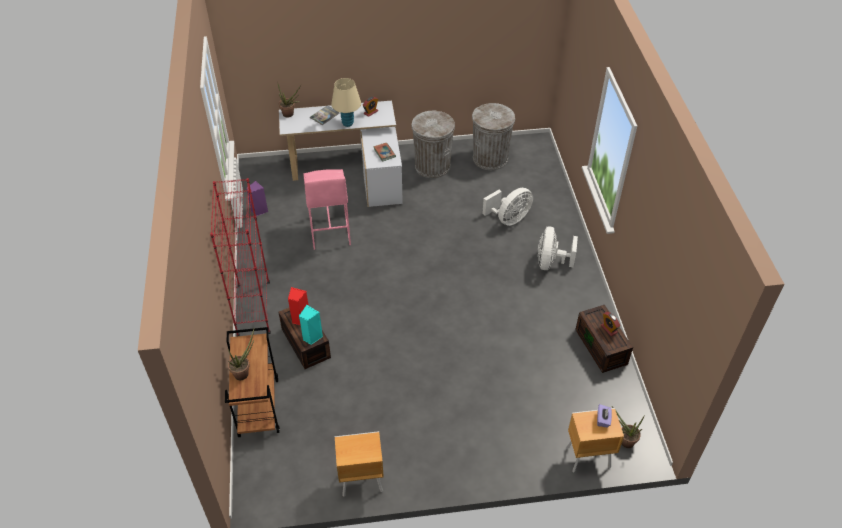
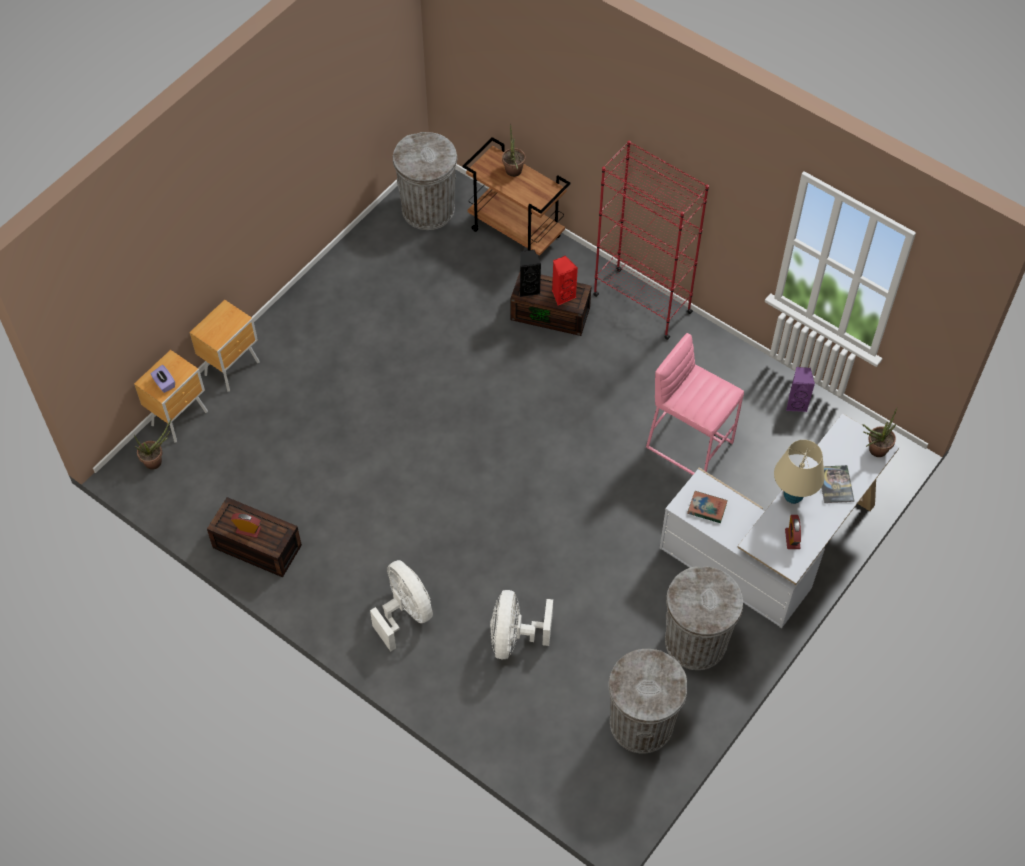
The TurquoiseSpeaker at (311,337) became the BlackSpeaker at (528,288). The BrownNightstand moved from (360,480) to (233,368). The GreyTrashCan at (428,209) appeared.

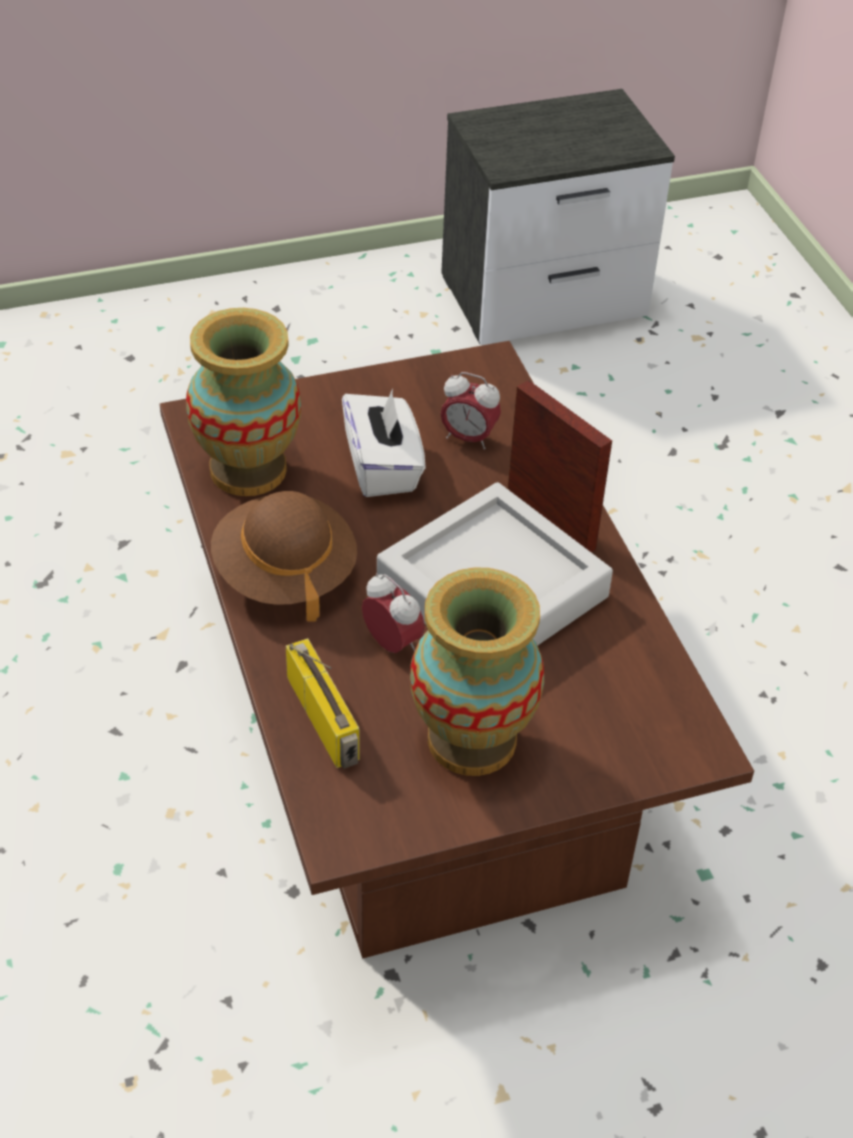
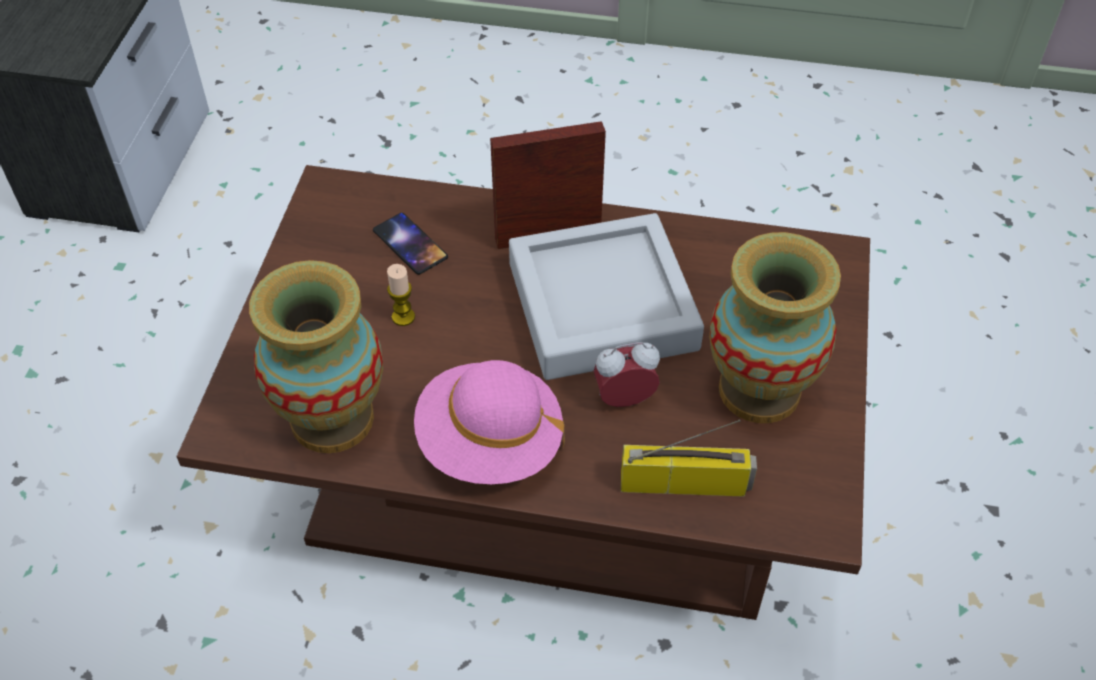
The BrownHat at (284,573) became the PinkHat at (490,443). The WhiteTissueBox at (383,467) was replaced by the Candle at (403,317). The AlarmClock at (468,438) was replaced by the Phone at (410,244).

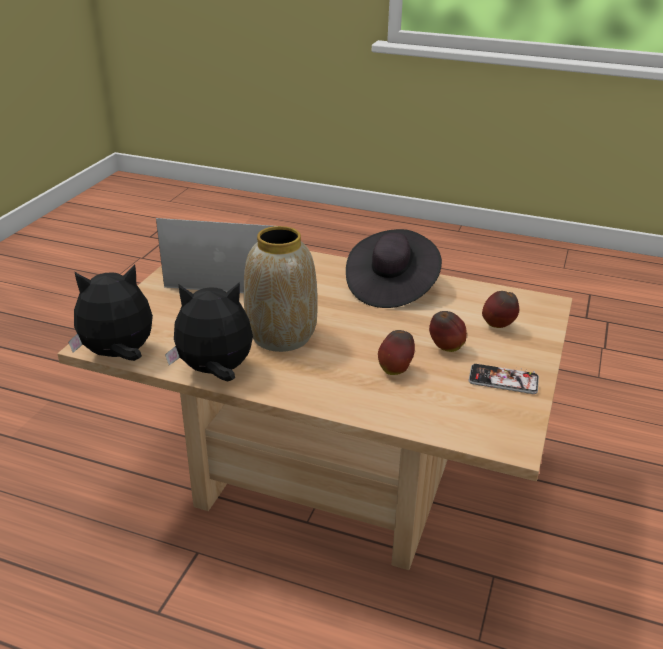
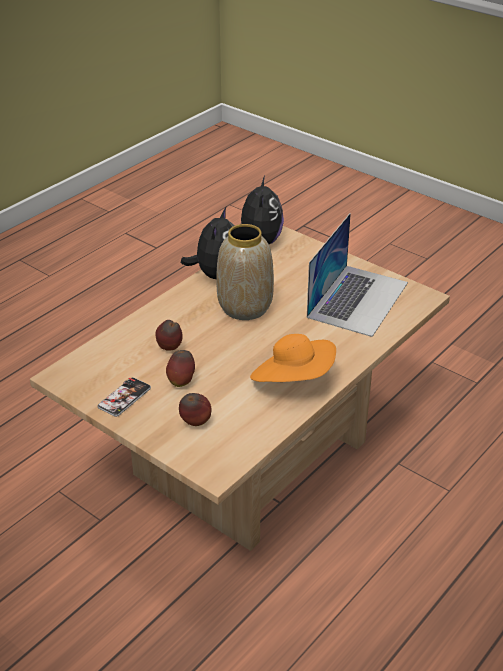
The BlackHat at (391,287) became the OrangeHat at (293,380).

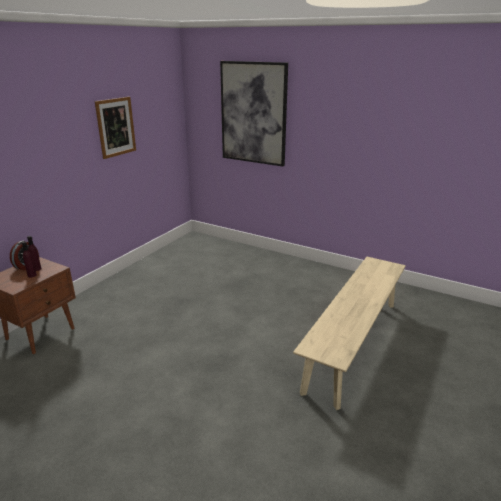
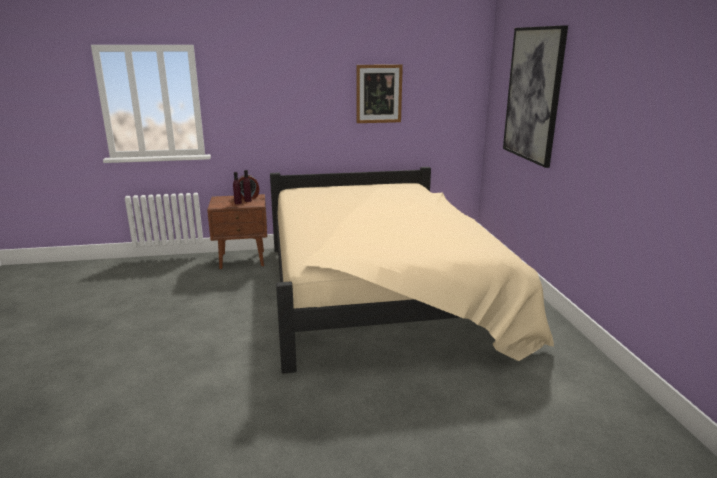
The BeigeBench at (353,344) disappeared. The BeigeBed at (382,293) appeared.

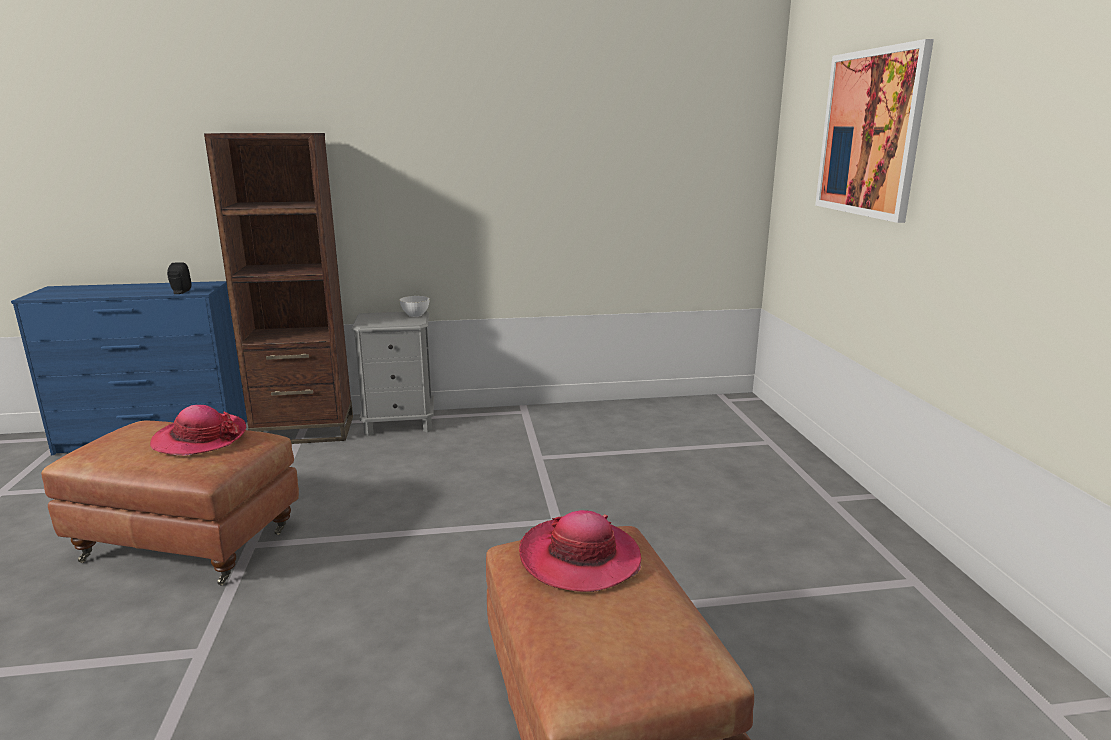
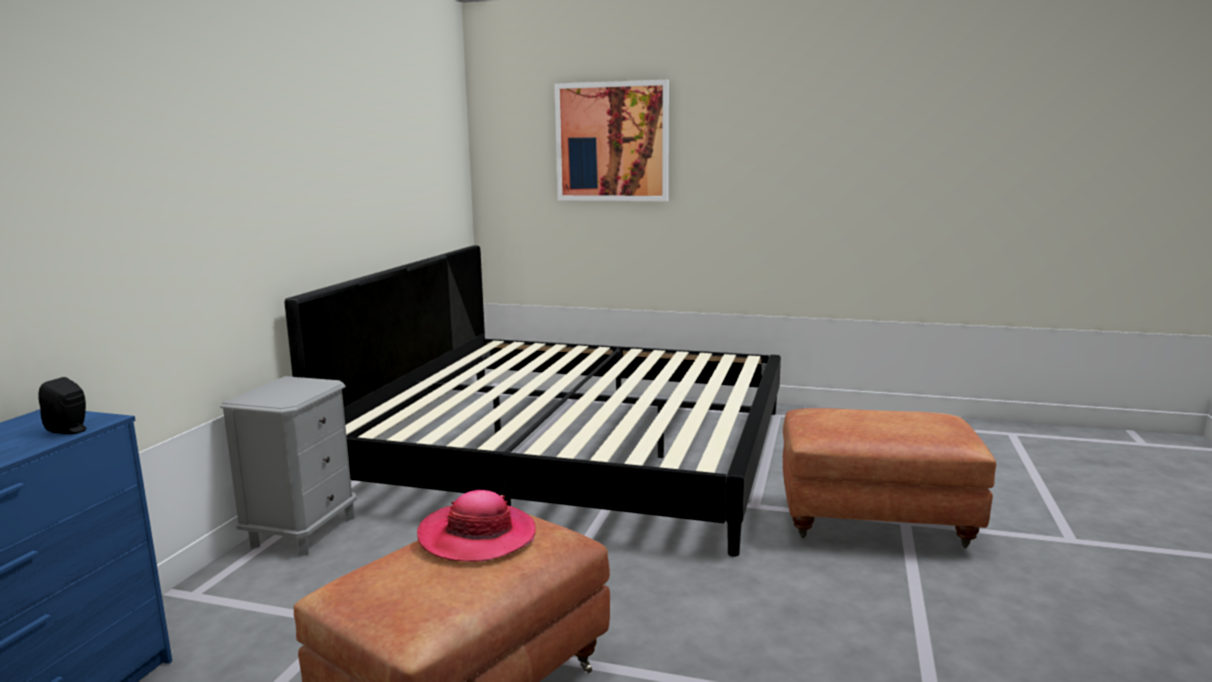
The BrownBookcase at (304,431) disappeared. The WhiteBowl at (415,315) disappeared. The Hat at (580,558) disappeared. The Bed at (574,451) appeared.

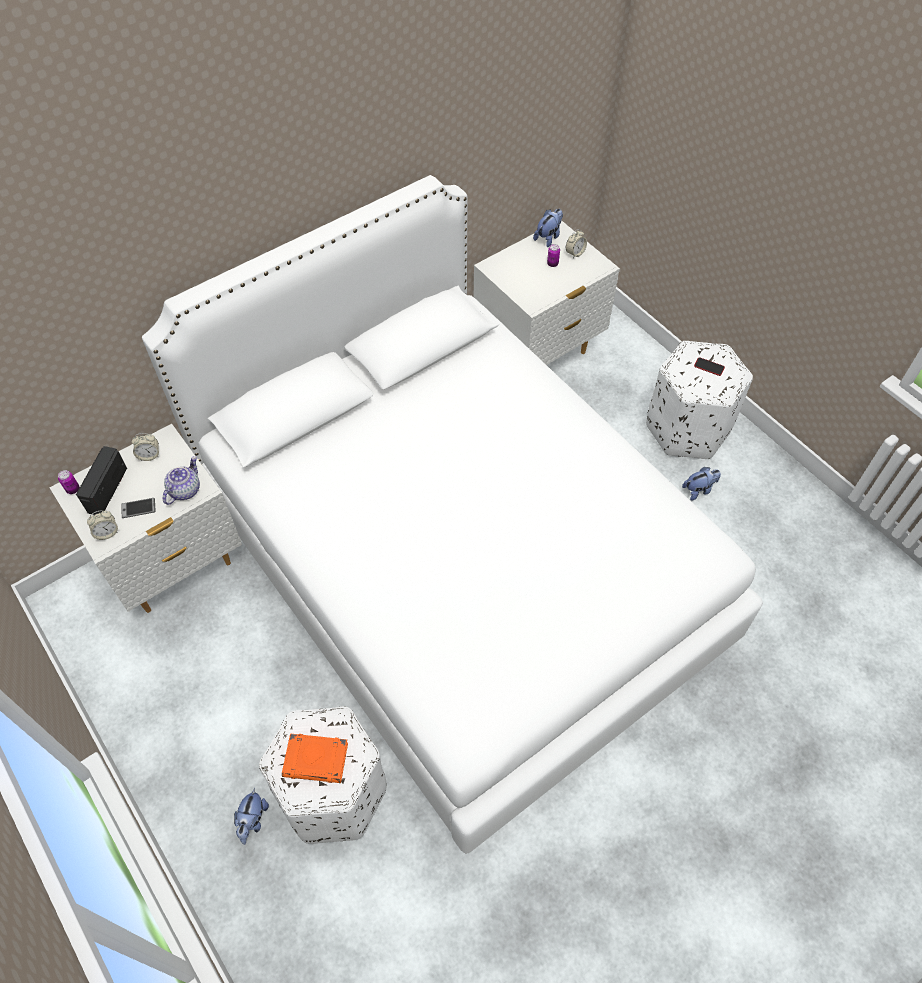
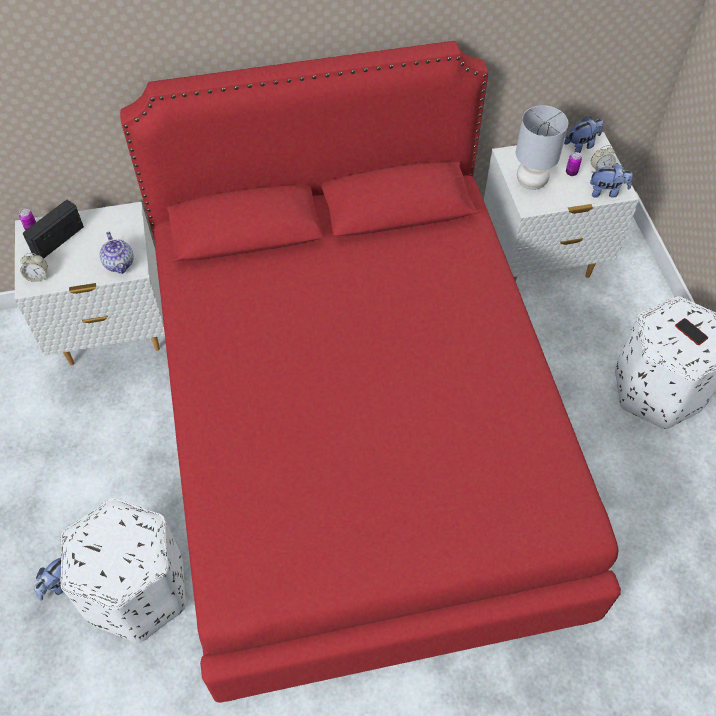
The Phone at (138,508) disappeared. The AlarmClock at (149,455) disappeared. The WhiteBed at (460,569) became the RedBed at (357,437). The Teapot at (185,490) turned 105 degrees clockwise. The OrangeBook at (316,759) disappeared. The PlushToy moved from (699,490) to (606,192). The GreyTableLamp at (531,182) appeared.

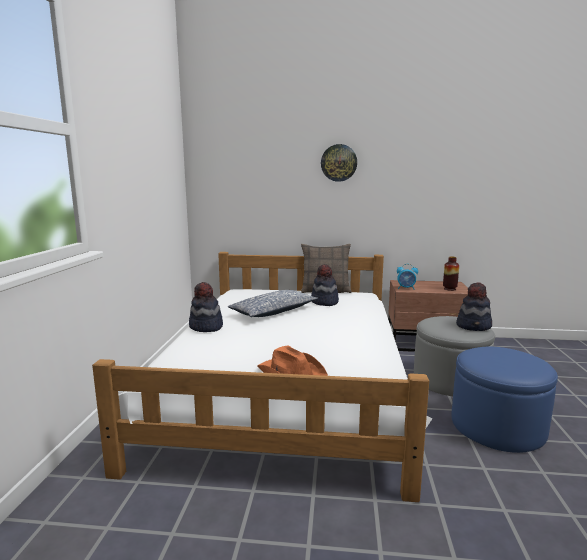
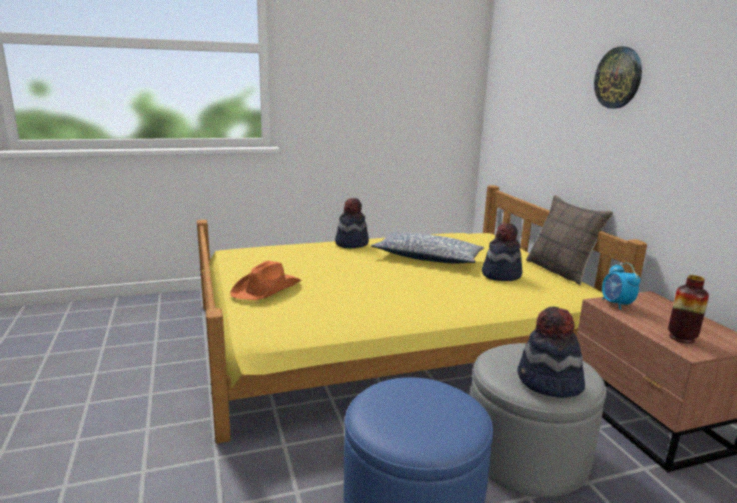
The WhiteBed at (286,384) became the YellowBed at (390,336).

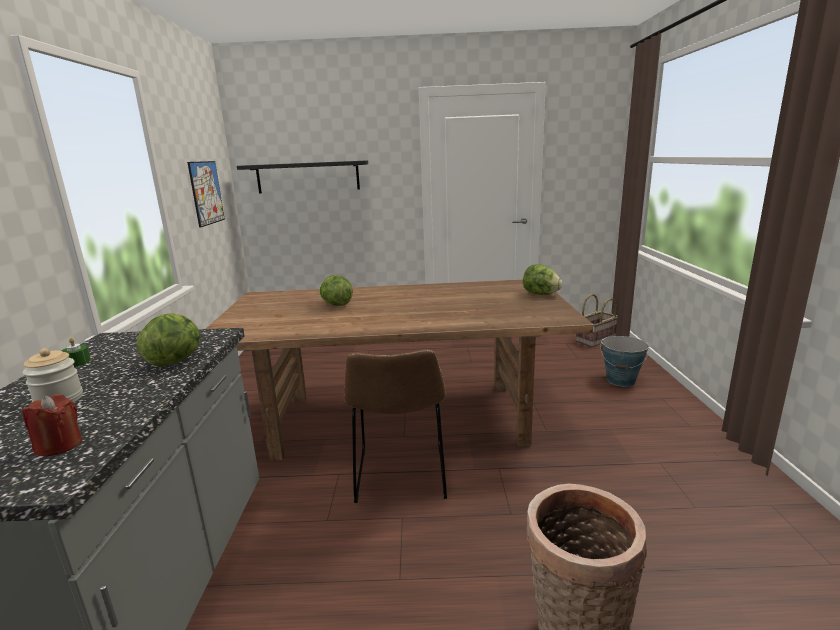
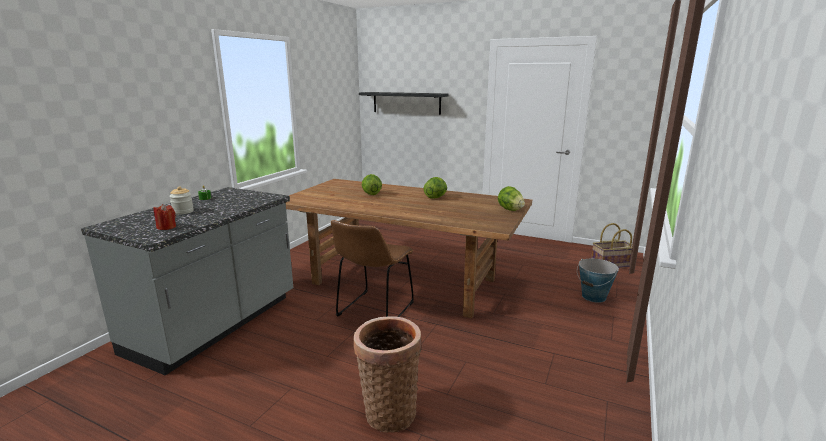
The Lettuce moved from (176,360) to (436,197). The Picture at (206,193) disappeared.

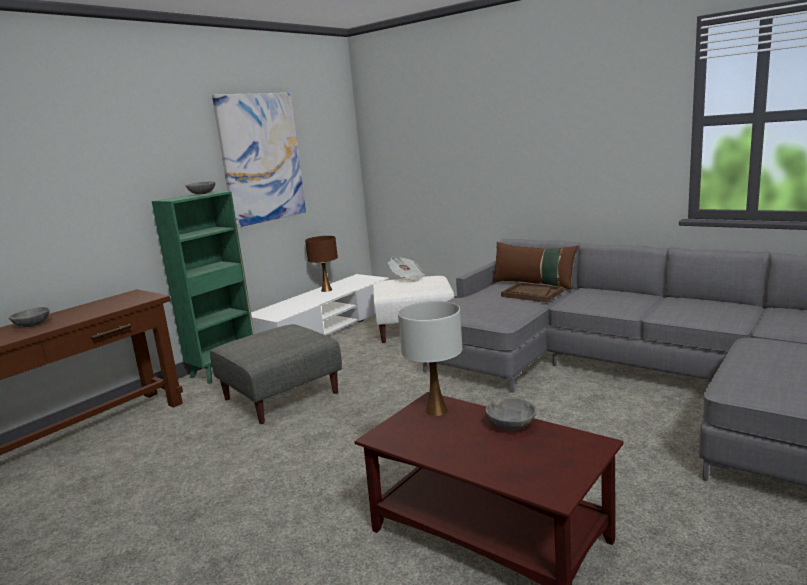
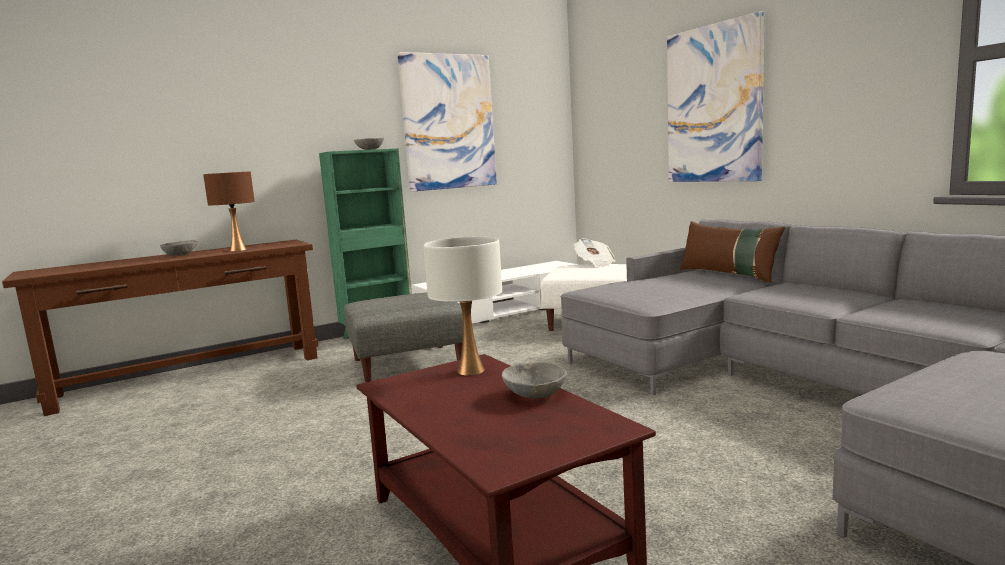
The BrownTableLamp moved from (326,290) to (238,250). The BrownTray at (532,294) disappeared. The Picture at (713,104) appeared.

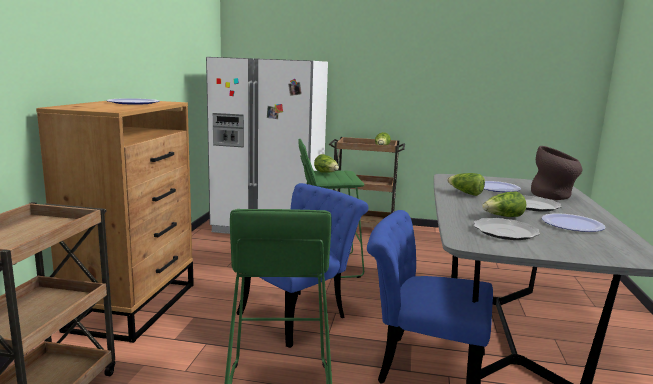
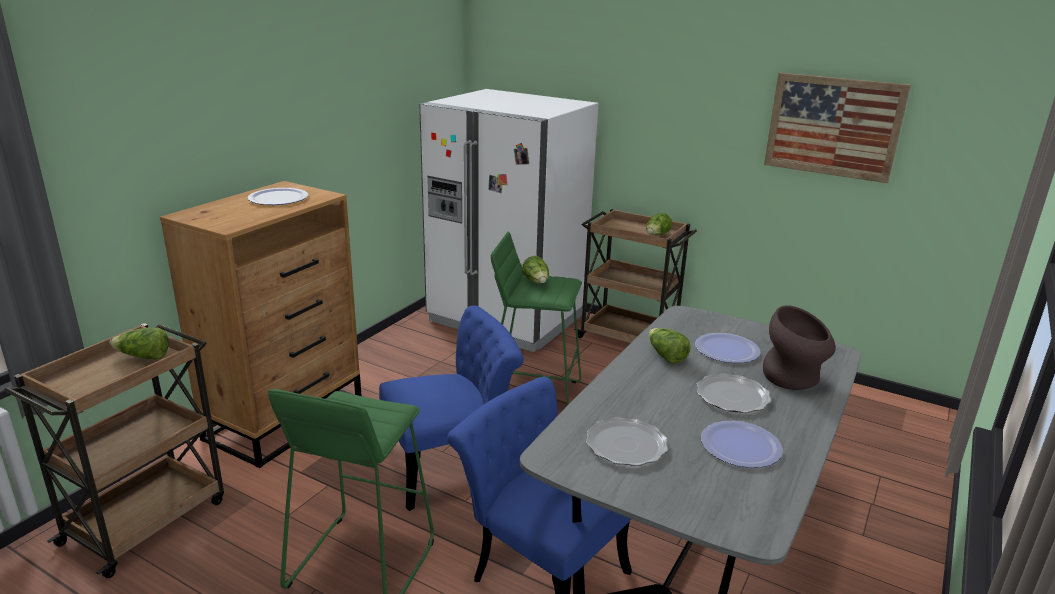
The Lettuce moved from (503,217) to (143,357). The Picture at (833,126) appeared.

